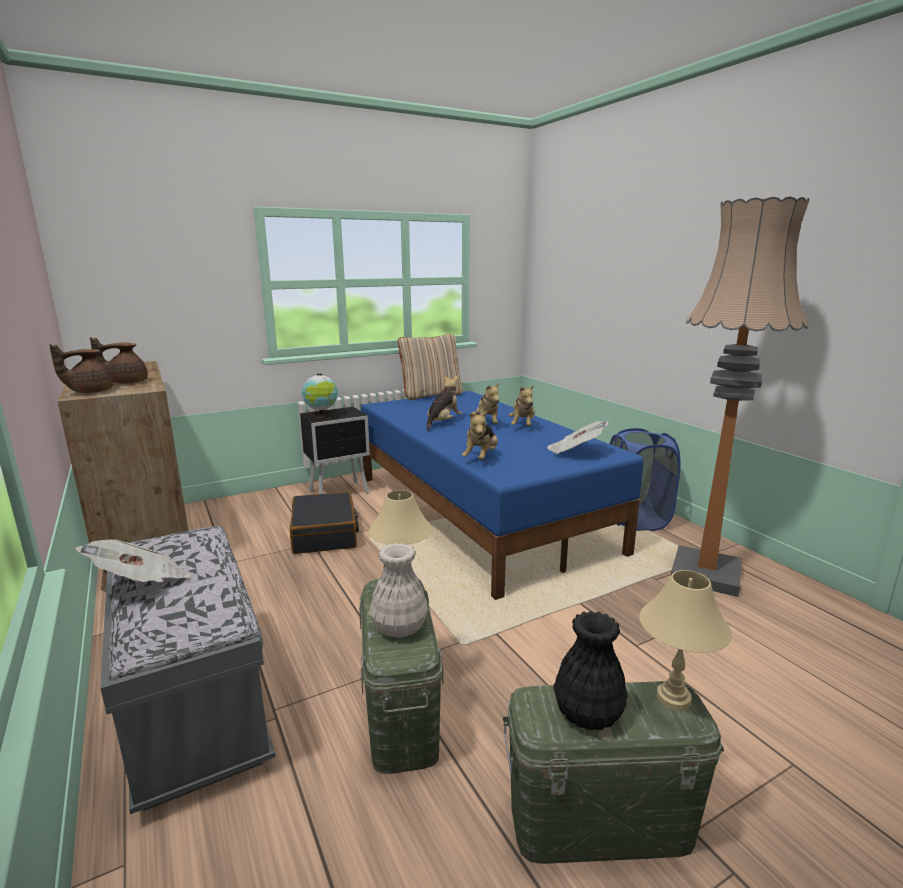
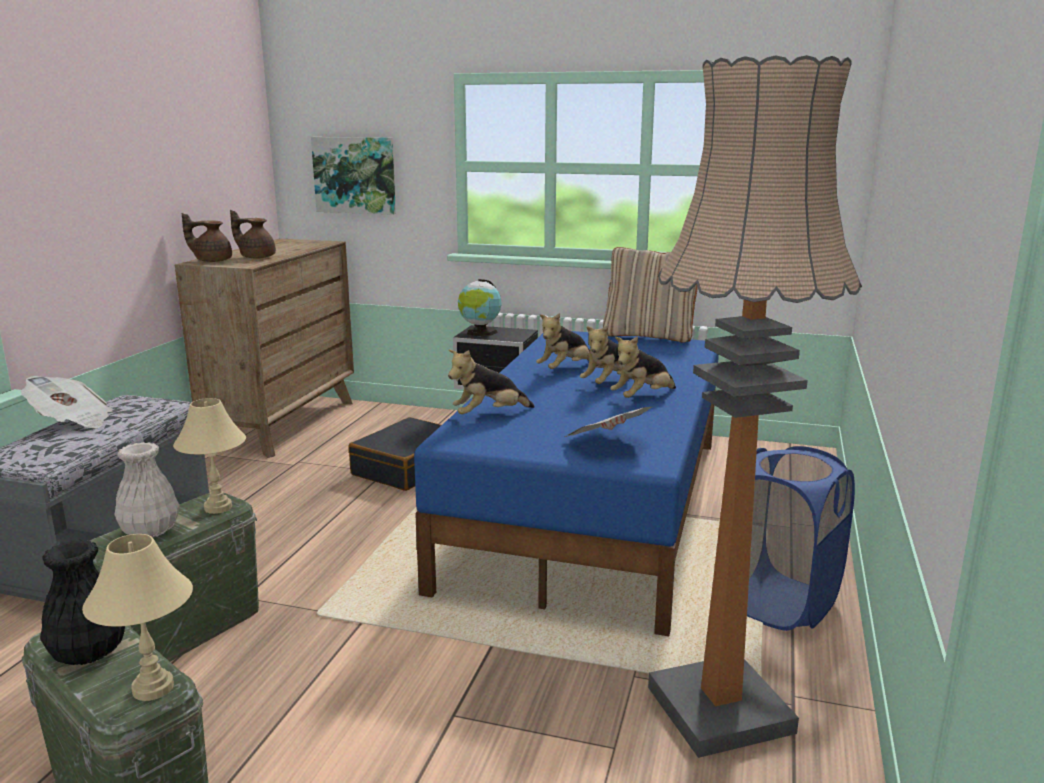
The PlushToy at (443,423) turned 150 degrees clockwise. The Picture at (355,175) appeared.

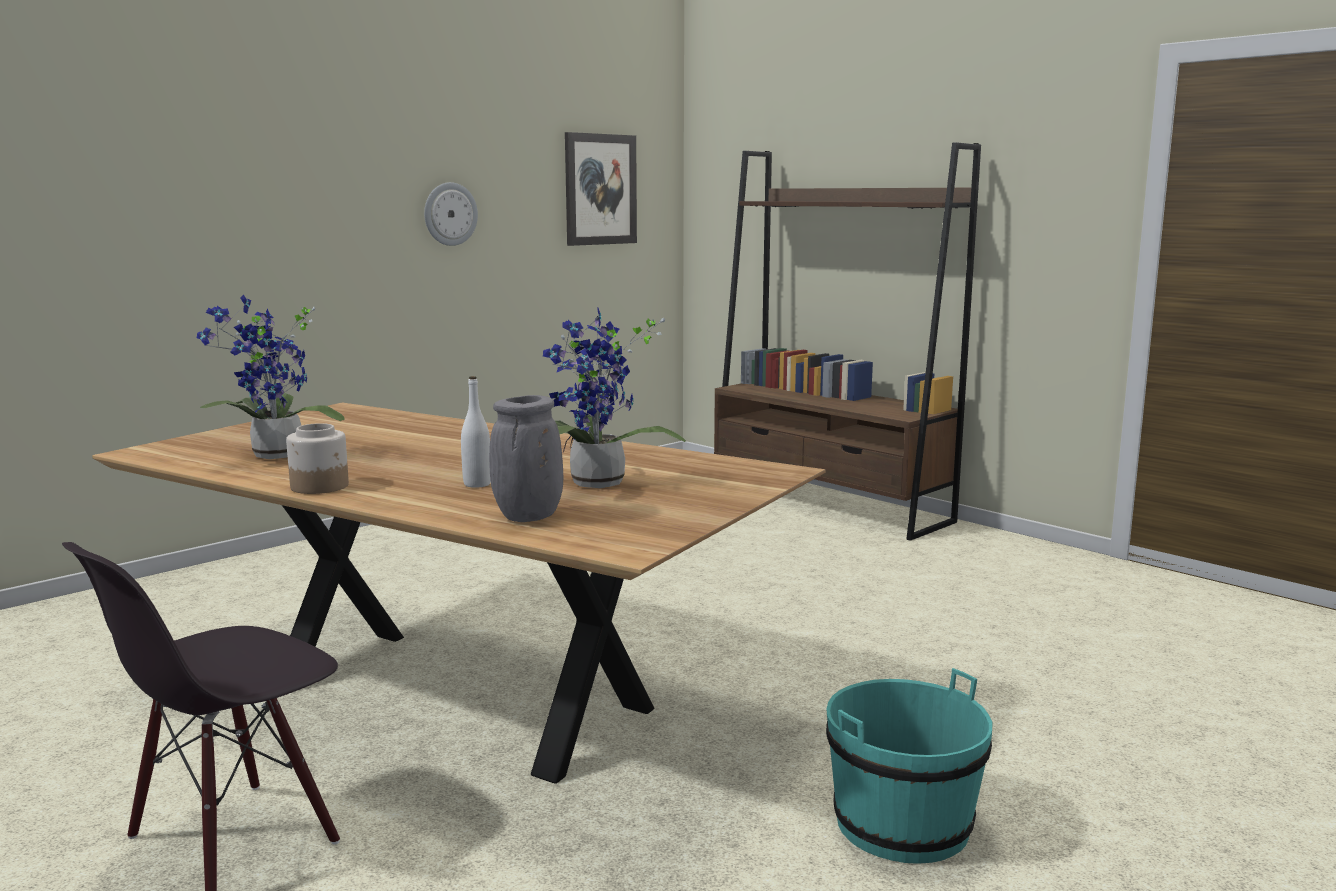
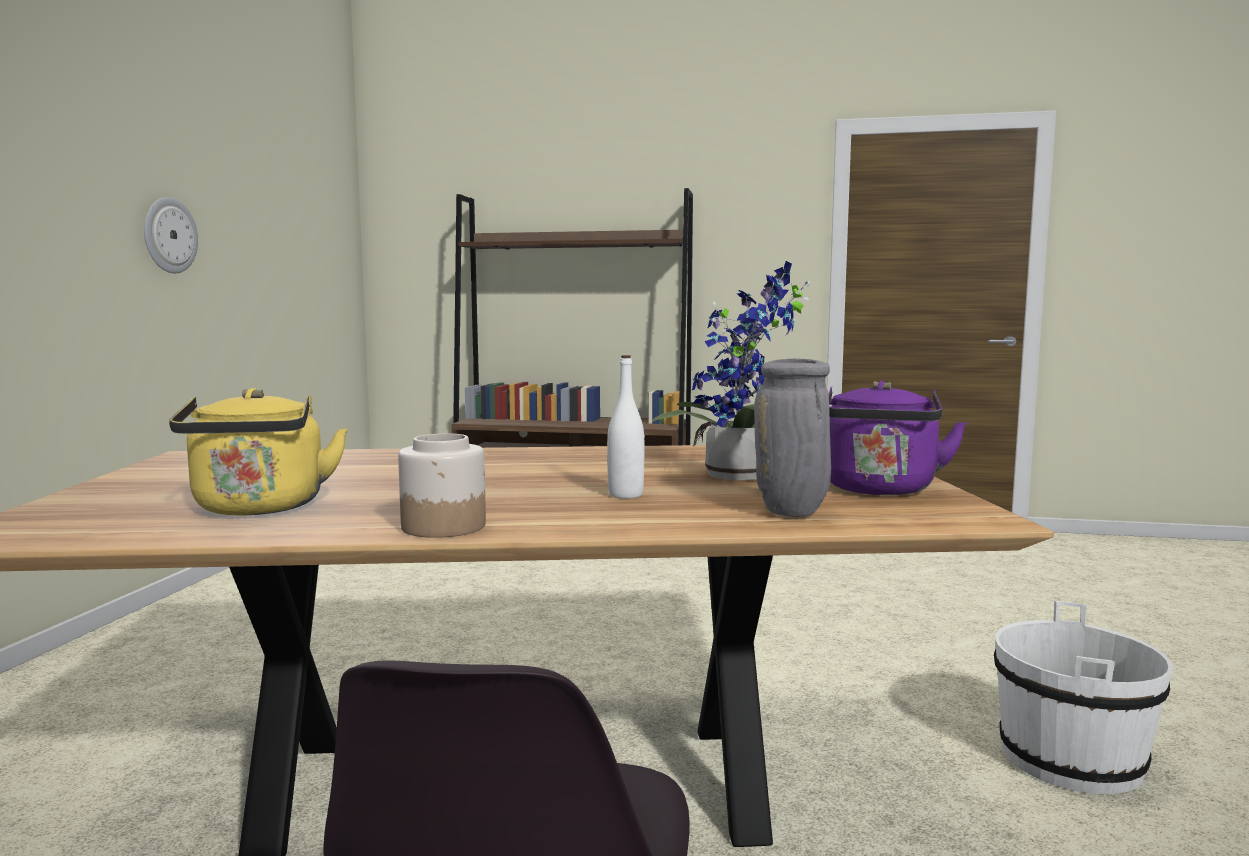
The PottedPlant at (274,456) was replaced by the YellowKettle at (259,509). The Picture at (600,189) disappeared. The TurquoiseBucket at (902,825) became the WhiteBucket at (1071,760). The PurpleKettle at (879,490) appeared.

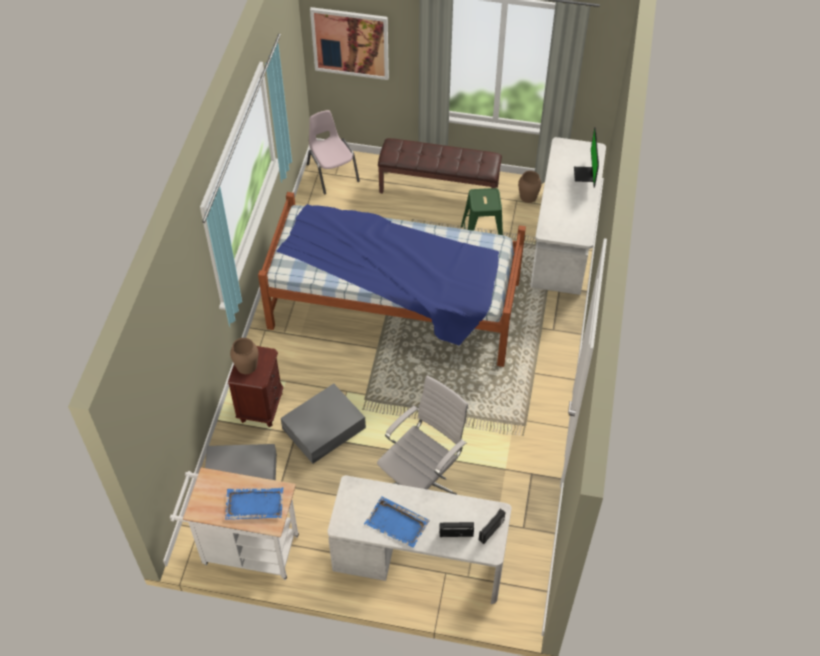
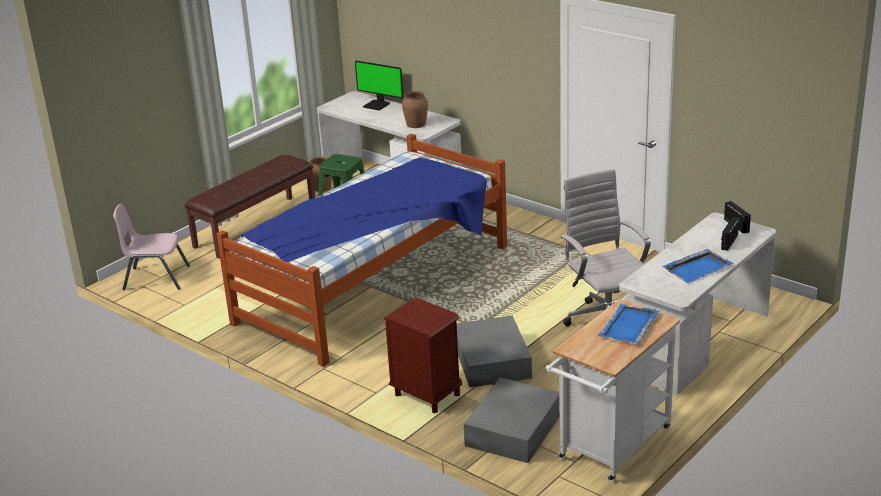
The BrownVase moved from (247,366) to (416,124). The Picture at (350,43) disappeared.

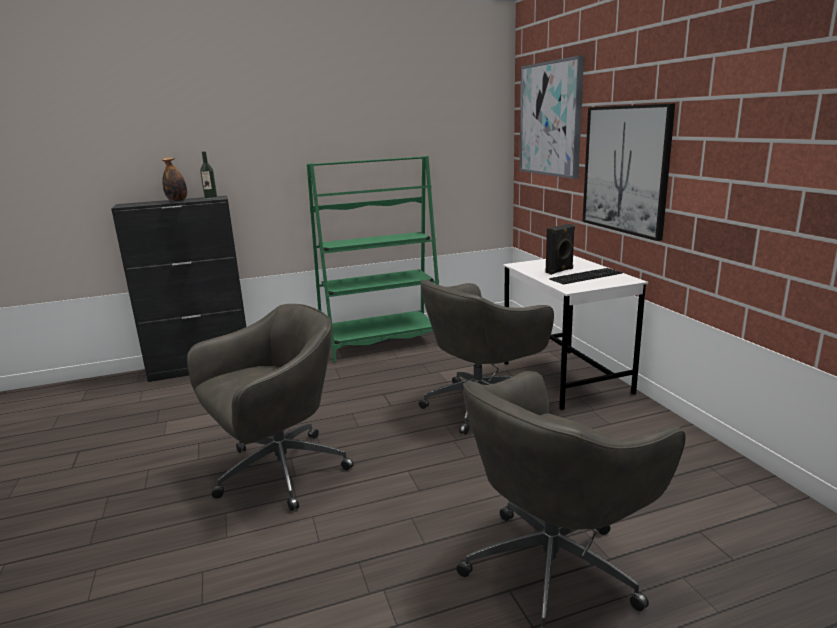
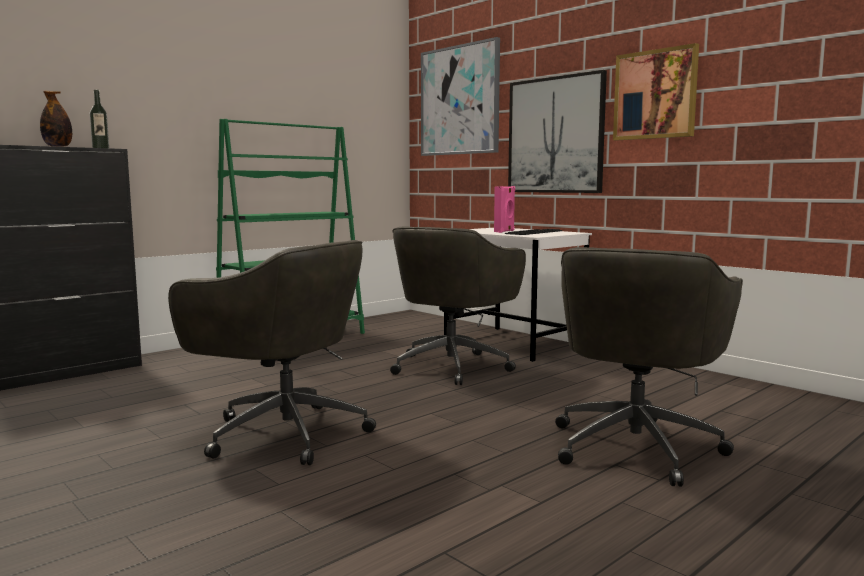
The GreyOfficeChair at (278,472) turned 90 degrees clockwise. The BlackSpeaker at (560,271) became the PinkSpeaker at (505,231). The Picture at (655,94) appeared.

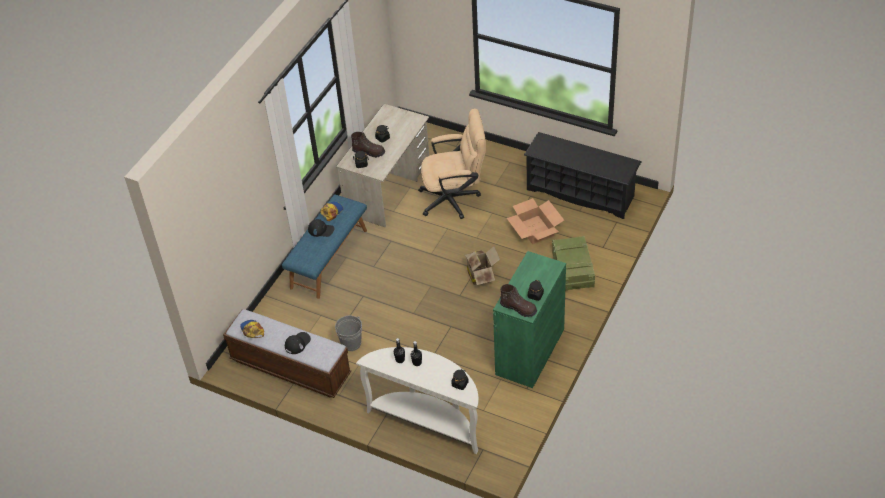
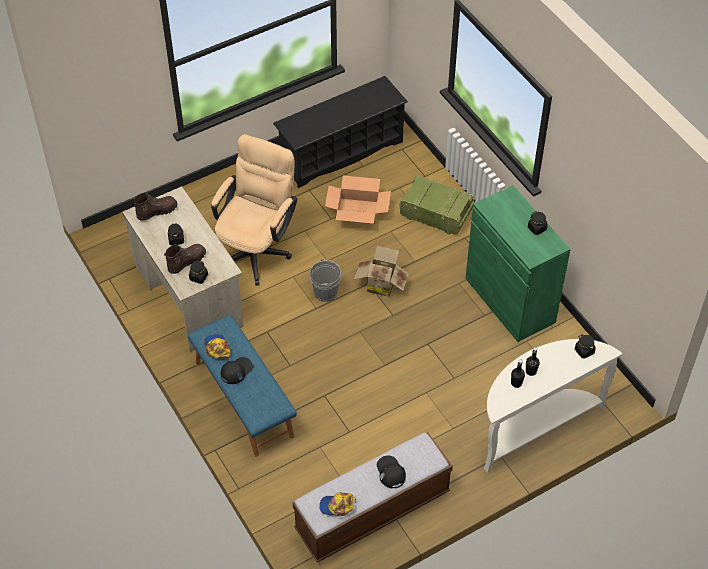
The GreyBucket moved from (351,343) to (325,292). The BrownBoot moved from (518,308) to (156,211).

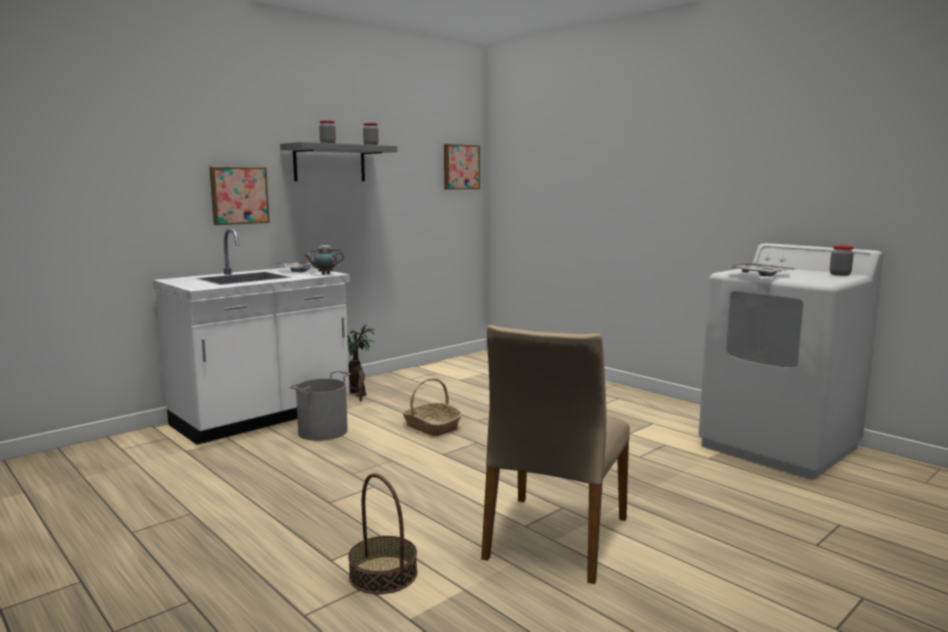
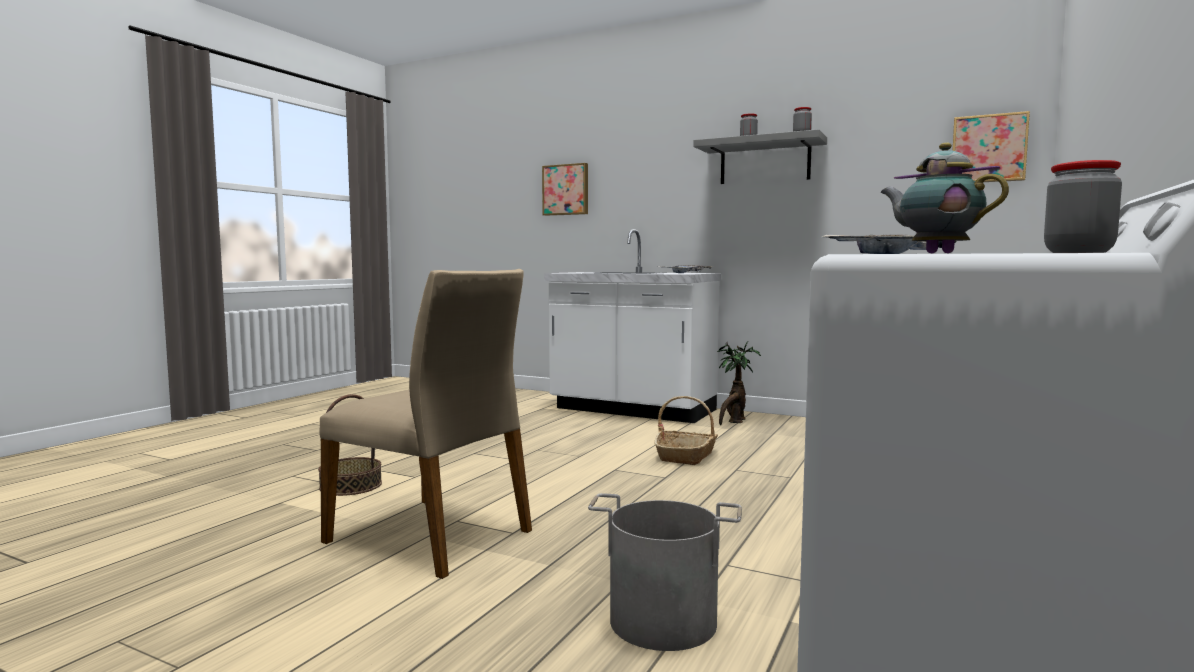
The Picture moved from (238,195) to (566,190). The GreyBucket moved from (323,431) to (663,622). The Teapot moved from (324,274) to (936,253). The BeigeChair at (554,538) turned 150 degrees counterclockwise.

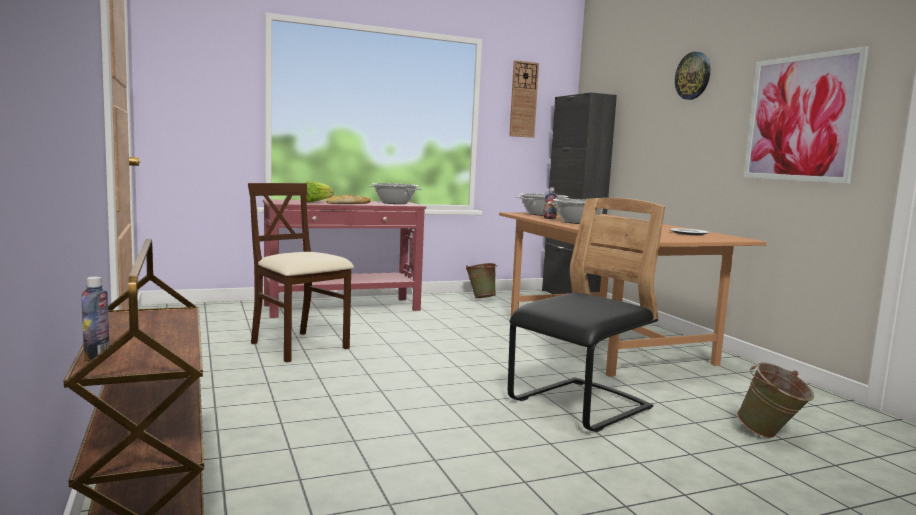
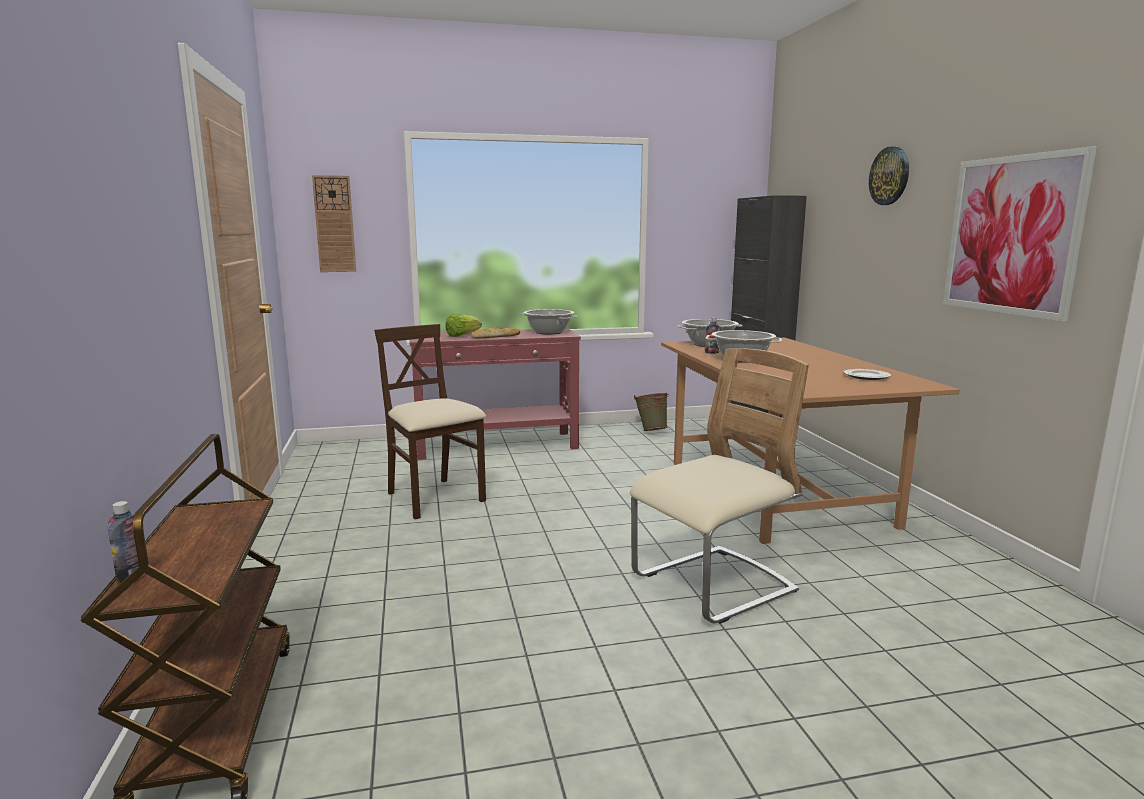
The BlackChair at (580,406) became the BeigeChair at (713,586). The WallClock moved from (523,99) to (334,224). The GreenBucket at (771,436) disappeared.

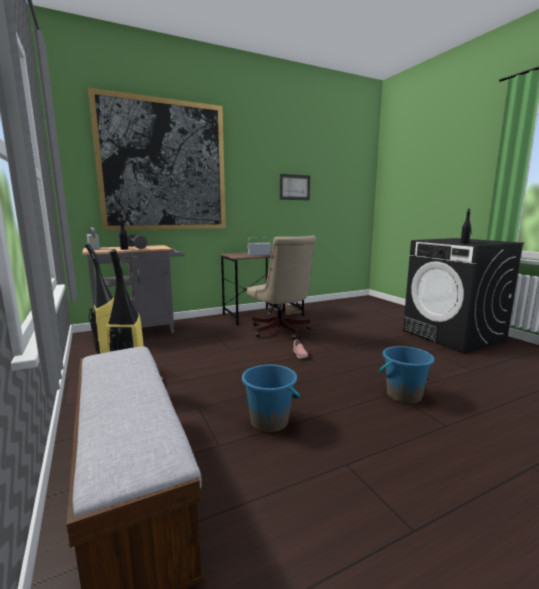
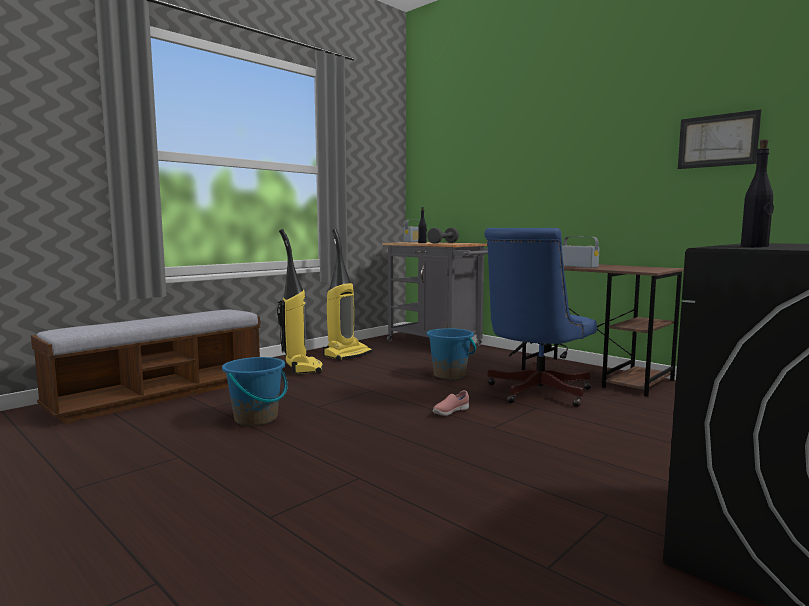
The Picture at (163,166) disappeared. The BeigeOfficeChair at (281,331) became the BlueOfficeChair at (534,393). The BlueBucket moved from (403,395) to (449,375).

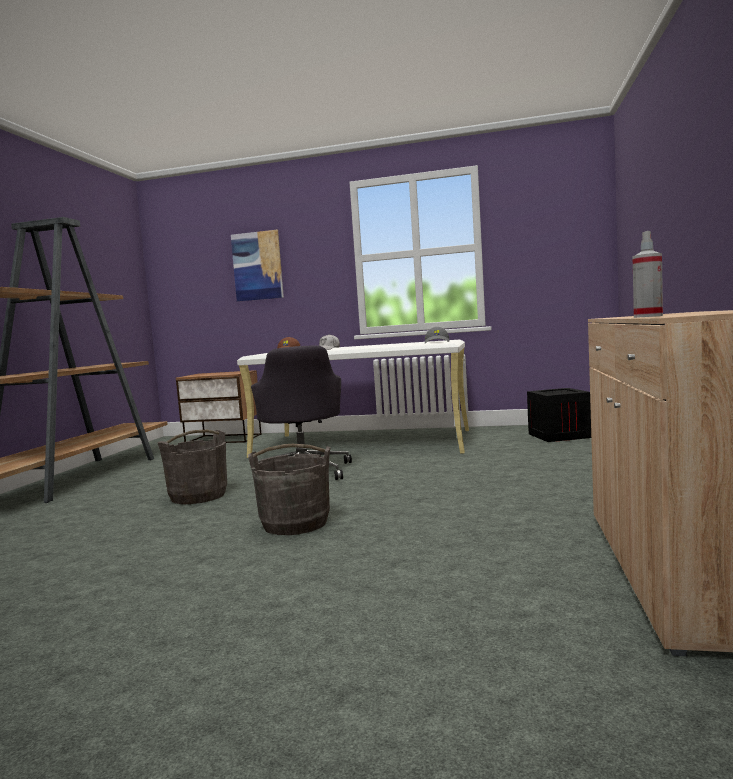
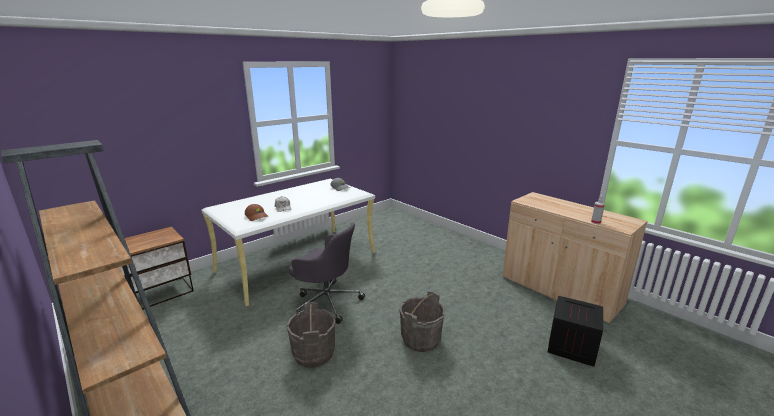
The Picture at (257,266) disappeared. The Crate moved from (558,436) to (572,347).

